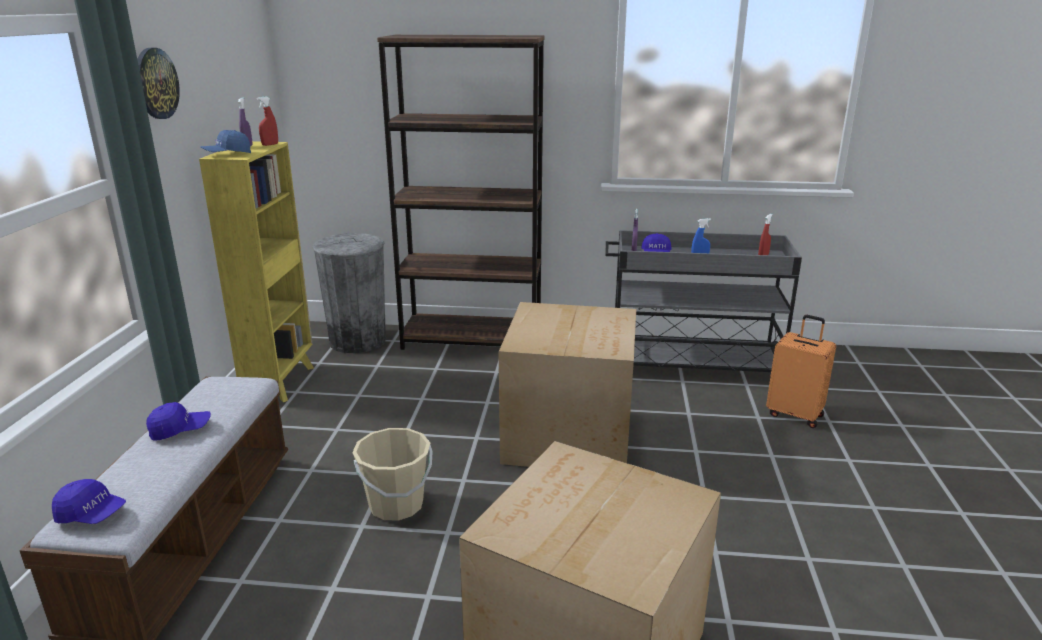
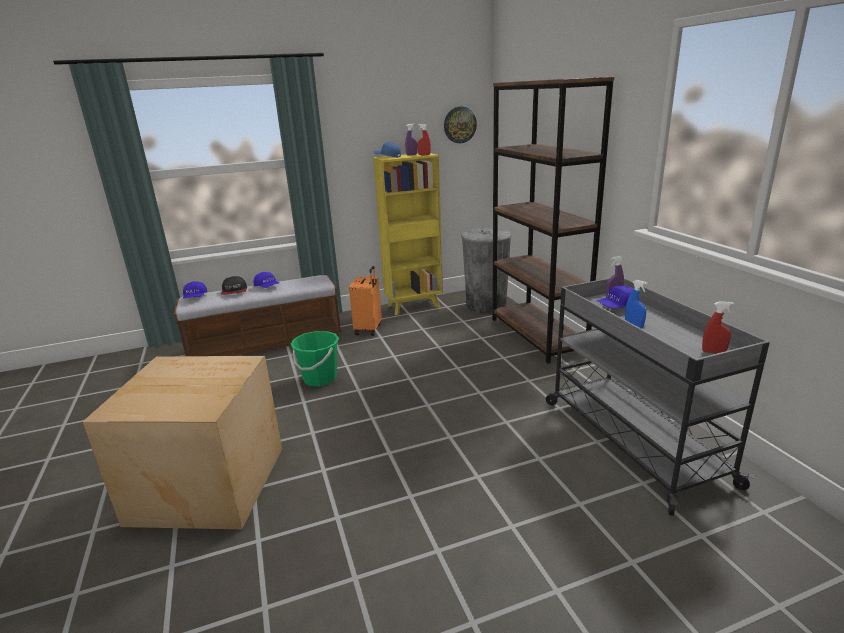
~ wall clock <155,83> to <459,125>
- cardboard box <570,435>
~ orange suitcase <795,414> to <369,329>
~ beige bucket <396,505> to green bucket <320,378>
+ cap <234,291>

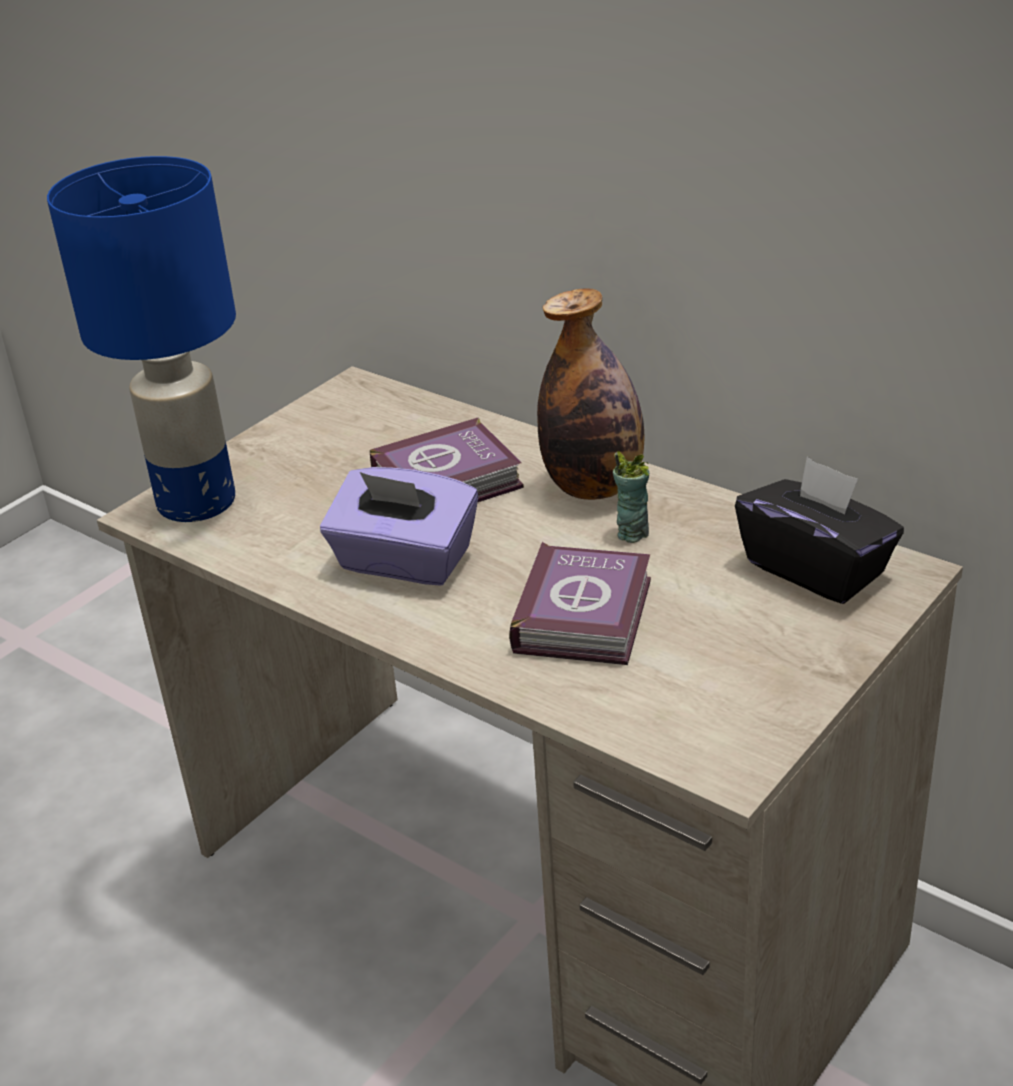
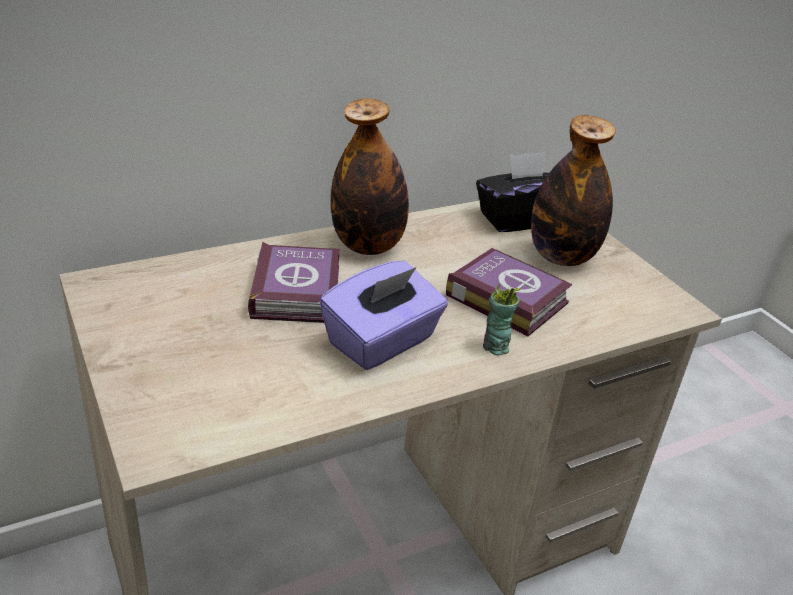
- blue table lamp <194,502>
~ cup <632,533> to <495,347>
+ bottle <561,257>

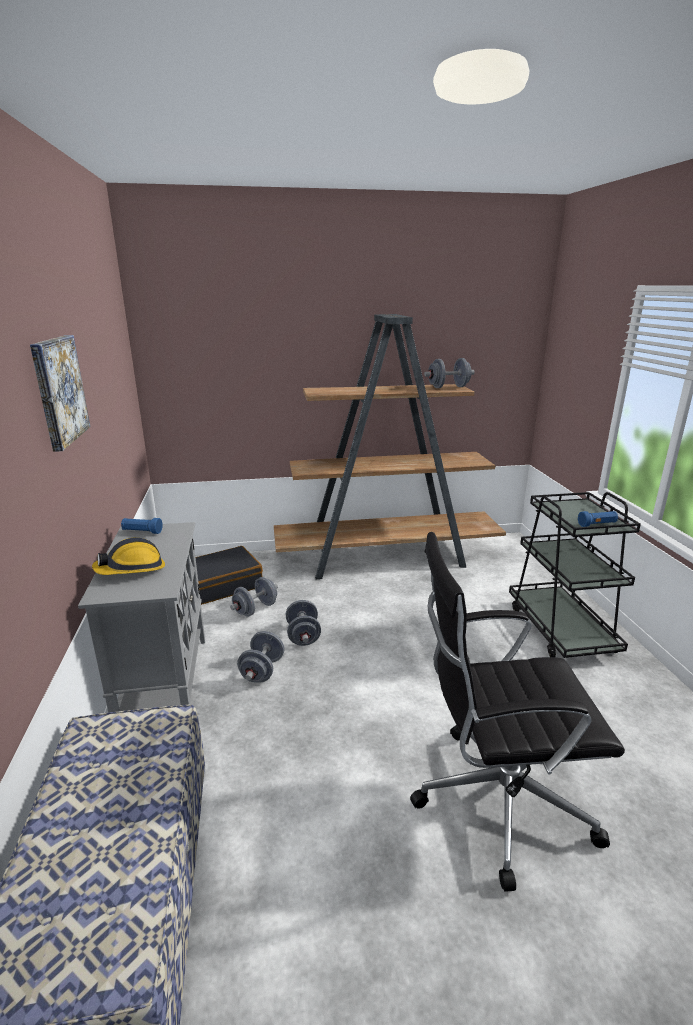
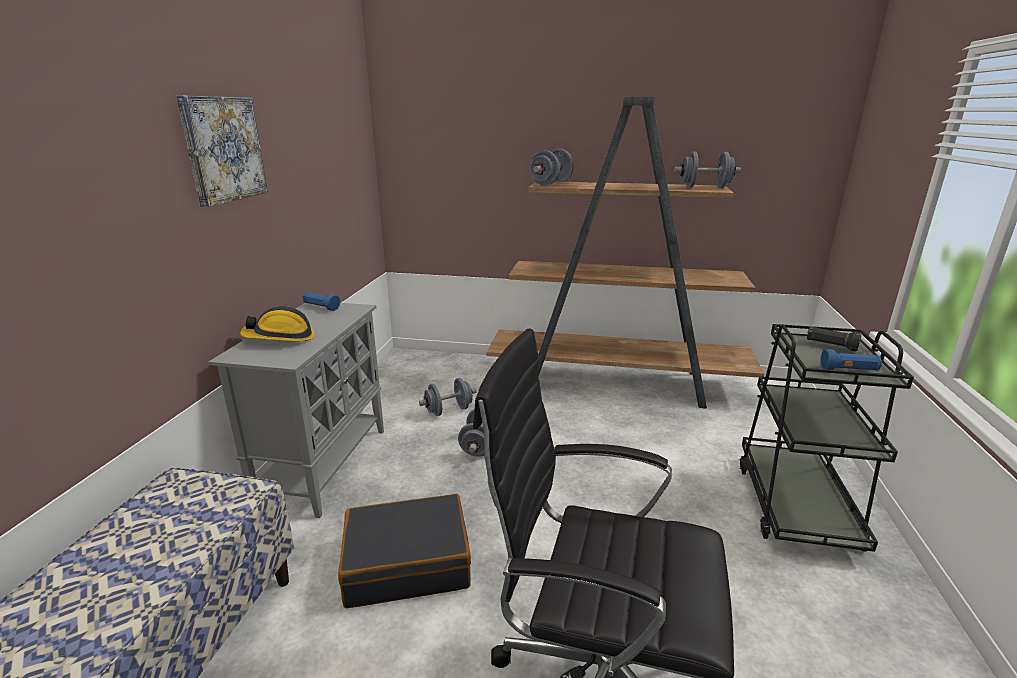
~ black suitcase <221,584> to <407,562>
~ grey dumbbell <262,670> to <551,183>
+ black flashlight <830,346>

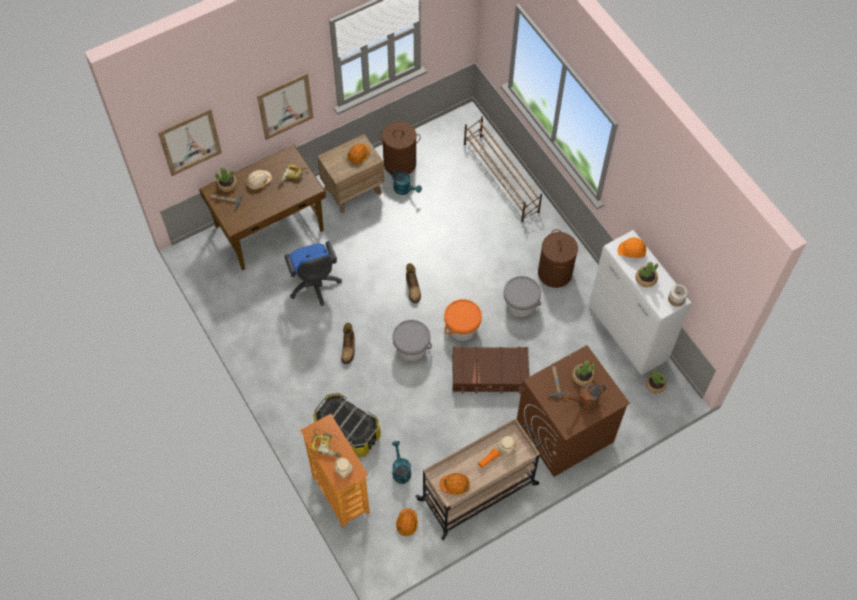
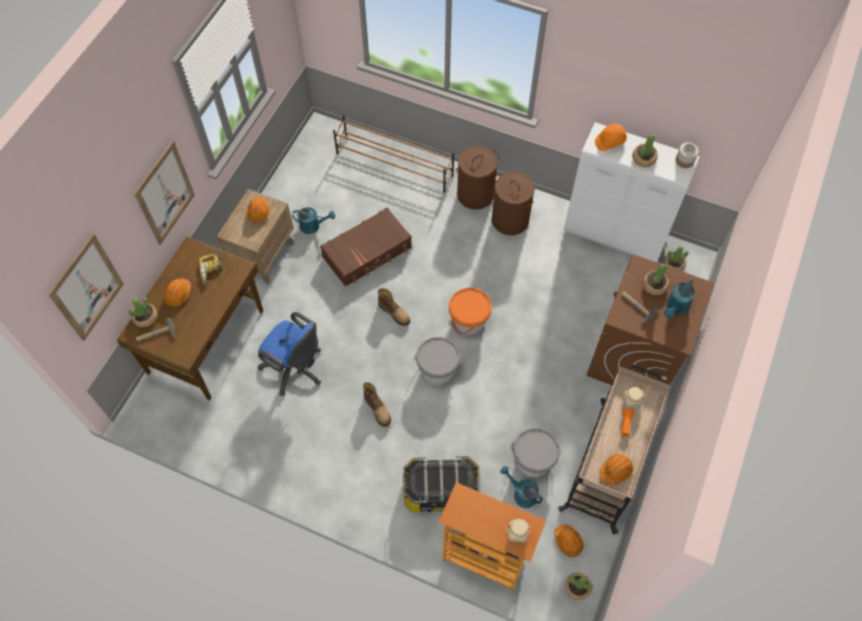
~ brown laundry basket <400,163> to <475,194>
~ beige hard hat <258,181> to orange hard hat <178,294>
~ grey bucket <520,305> to <533,460>
~ brown suitcase <490,374> to <367,252>
~ brown watering can <584,402> to turquoise watering can <675,308>
- power drill <327,445>
+ potted plant <577,587>

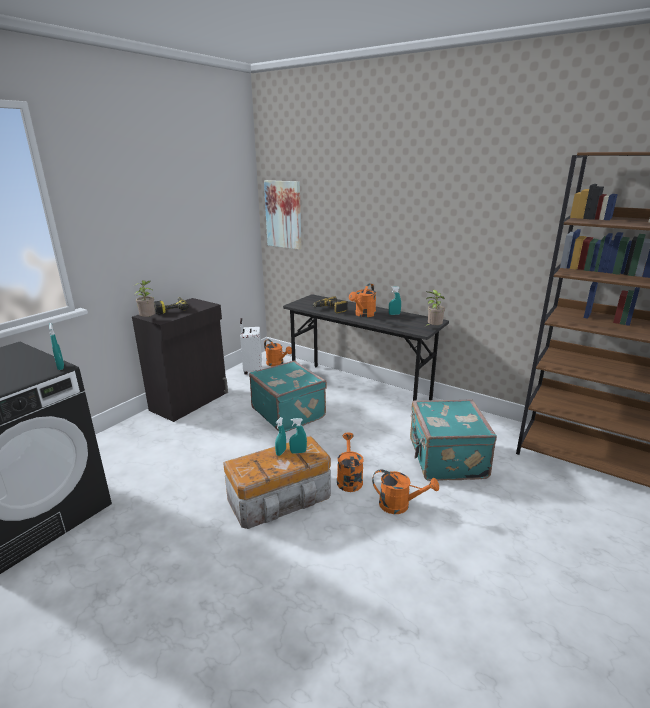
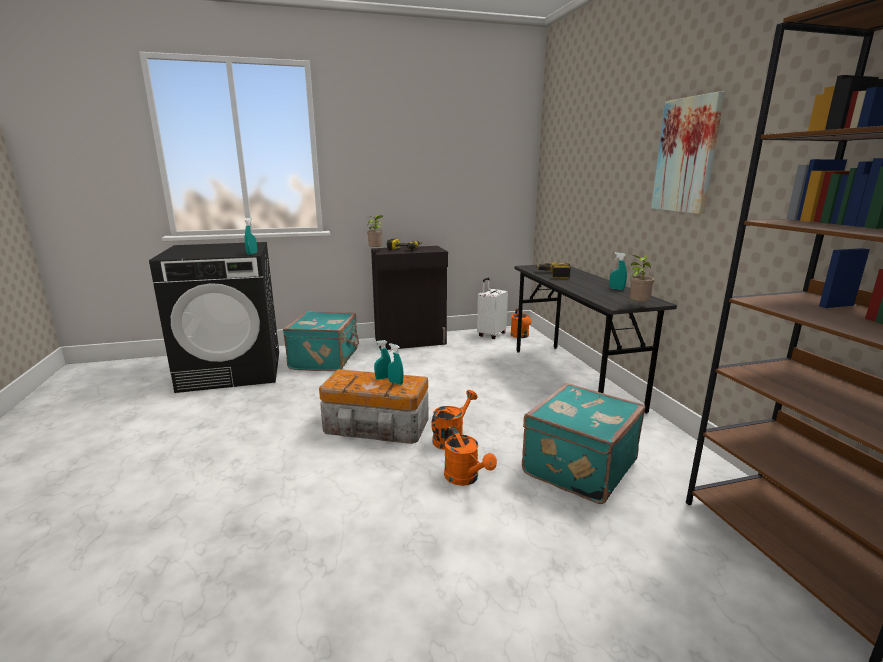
~ picture <284,214> to <687,155>
- orange watering can <363,315>
~ turquoise suitcase <289,412> to <326,359>

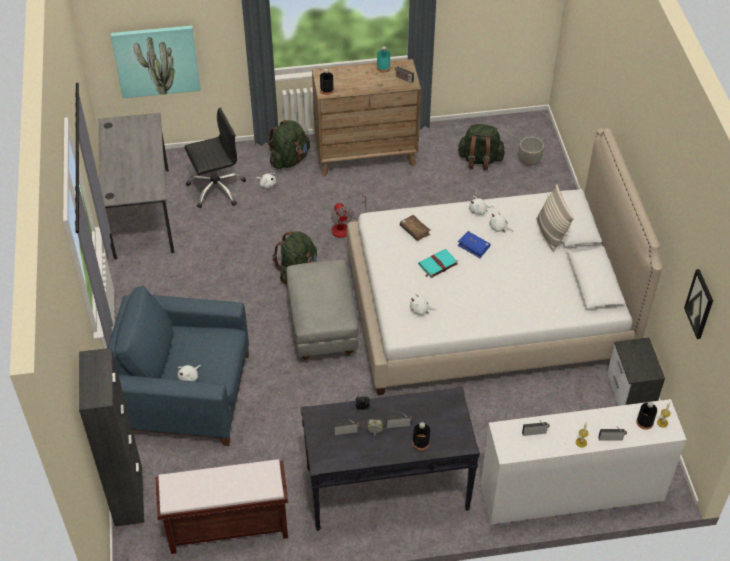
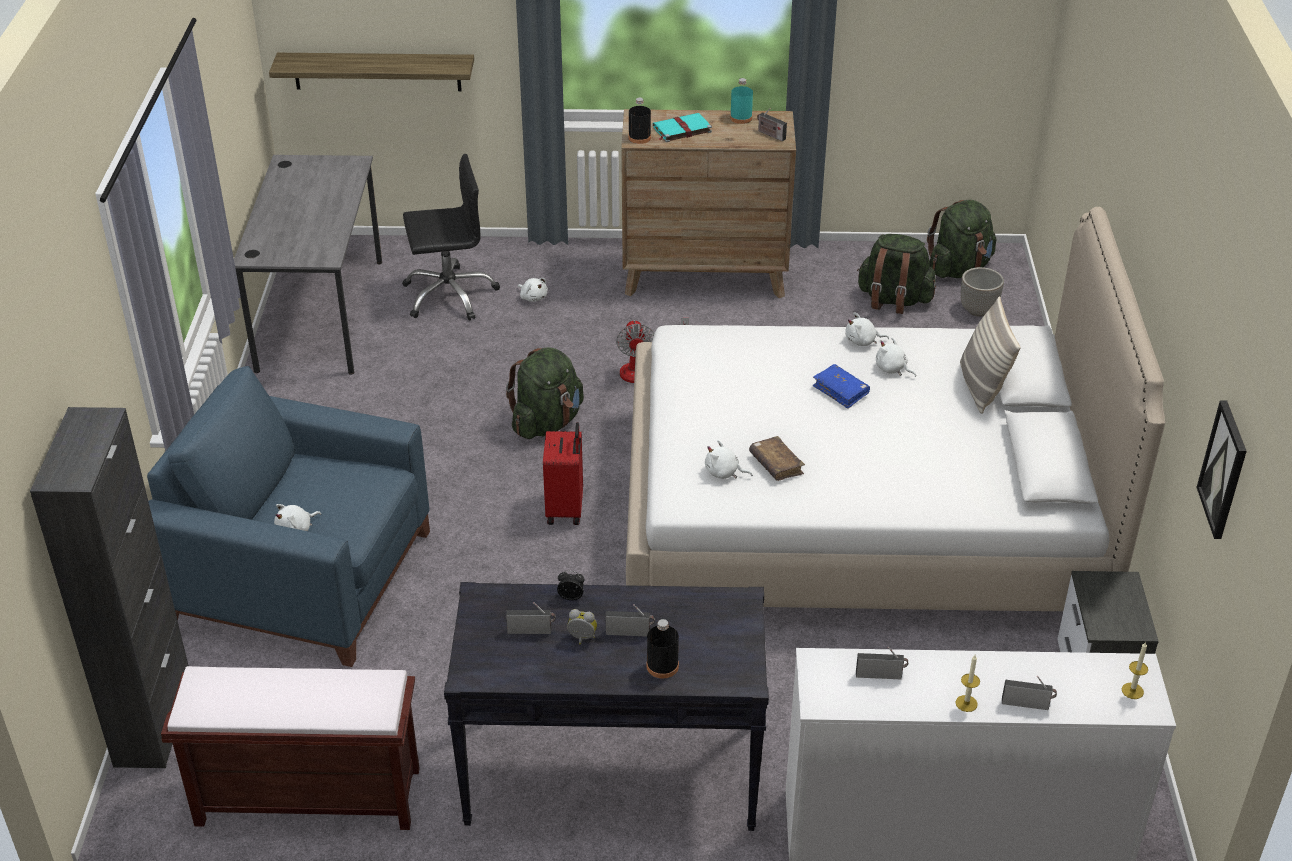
~ picture <156,60> to shelf <377,71>
~ green backpack <289,159> to <959,269>
~ brown book <414,231> to <776,464>
~ turquoise book <437,264> to <681,129>
~ grey ottoman <323,328> to red suitcase <566,509>
- black bottle <644,422>

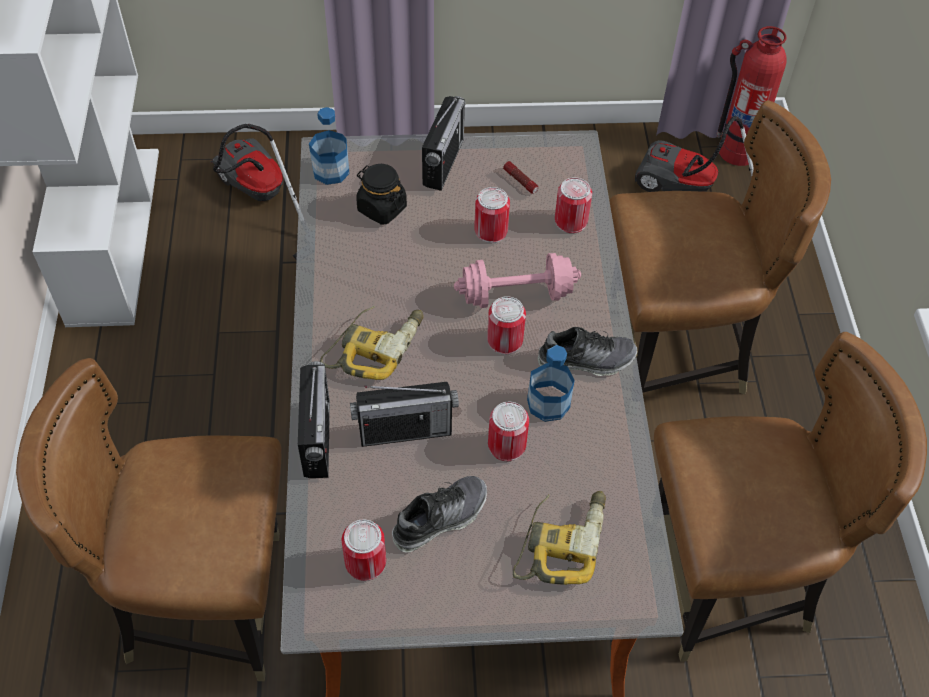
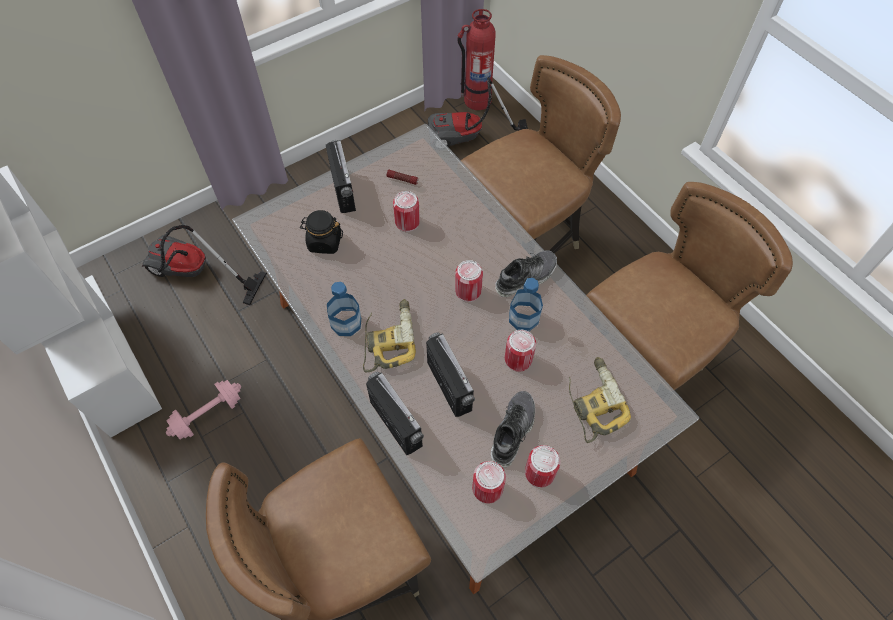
~ bottle <331,171> to <346,323>
~ can <571,221> to <539,473>
~ pink dumbbell <516,295> to <208,415>
~ radio <405,431> = <449,386> 75 degrees counterclockwise

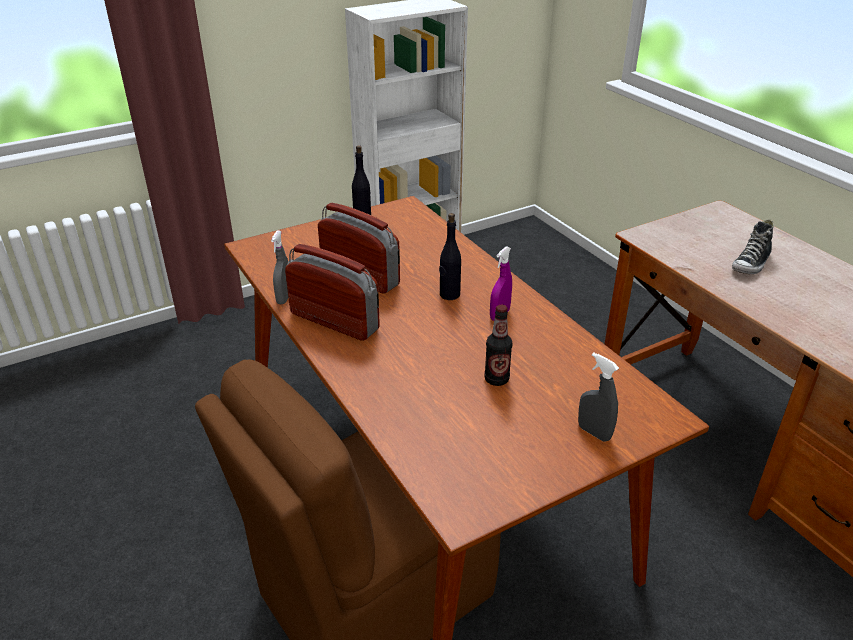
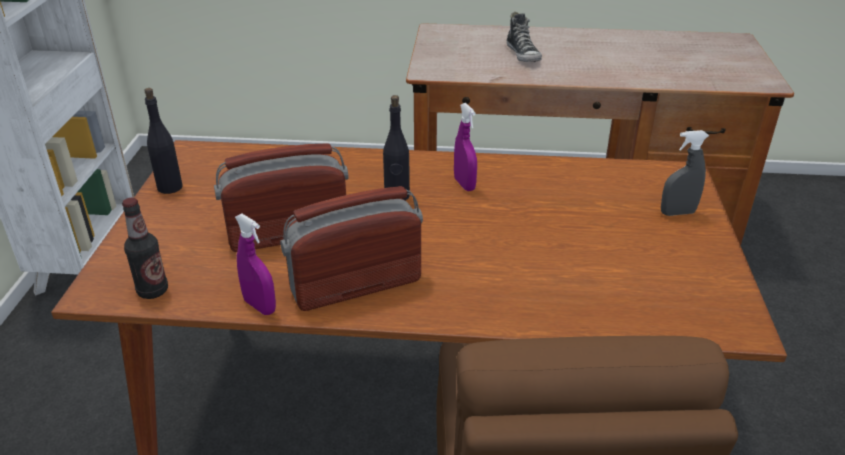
~ grey spray bottle <284,298> to purple spray bottle <260,306>
~ bottle <496,379> to <153,291>

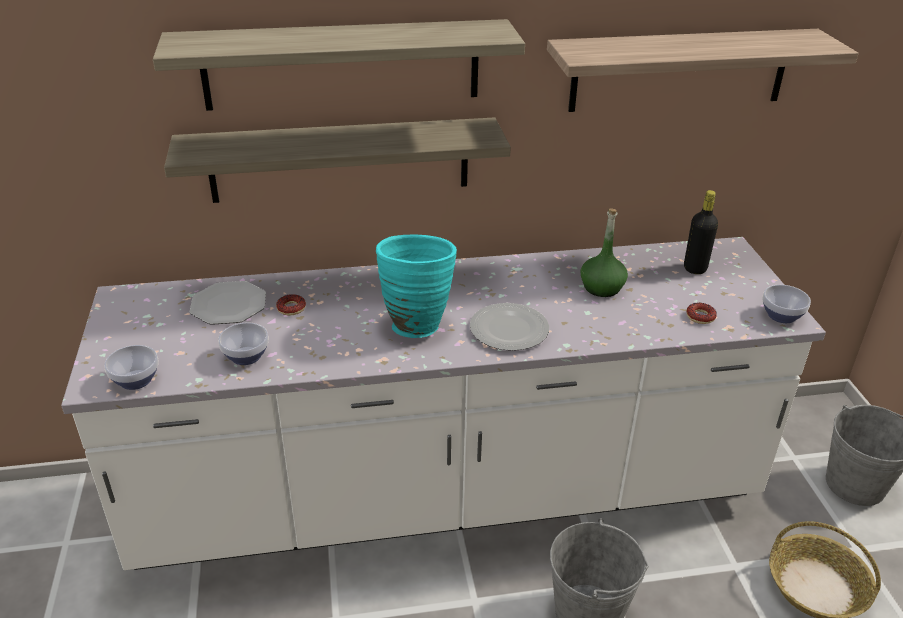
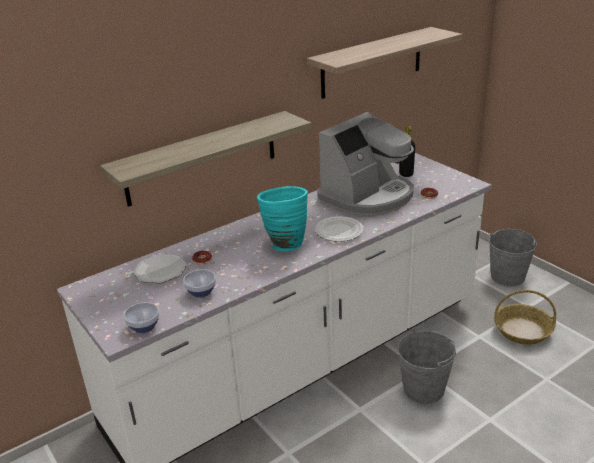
- shelf <342,65>
~ green bottle <602,287> to coffee machine <368,196>
- bowl <781,315>

